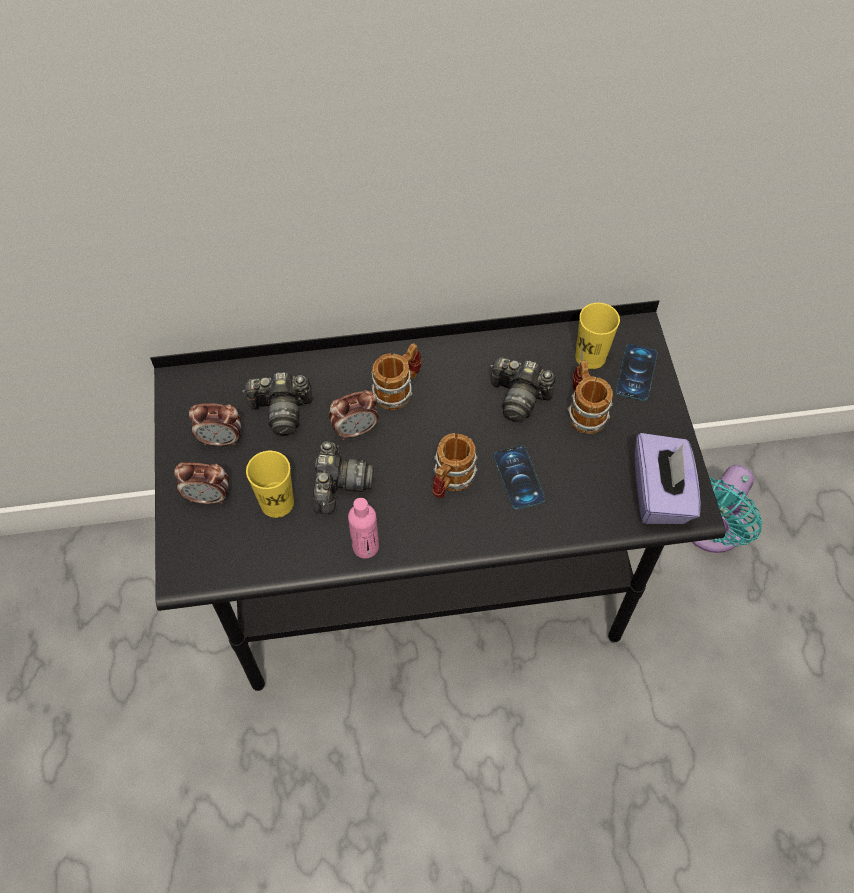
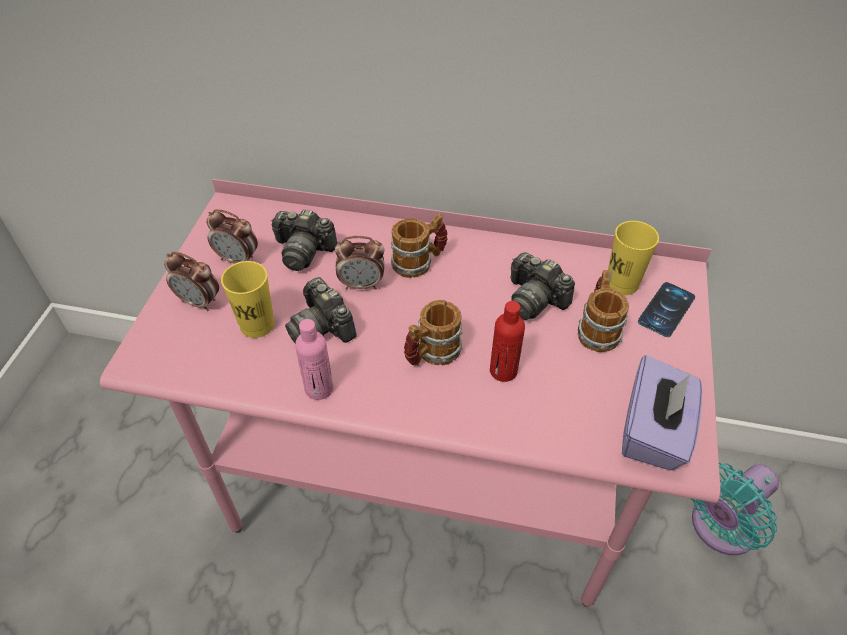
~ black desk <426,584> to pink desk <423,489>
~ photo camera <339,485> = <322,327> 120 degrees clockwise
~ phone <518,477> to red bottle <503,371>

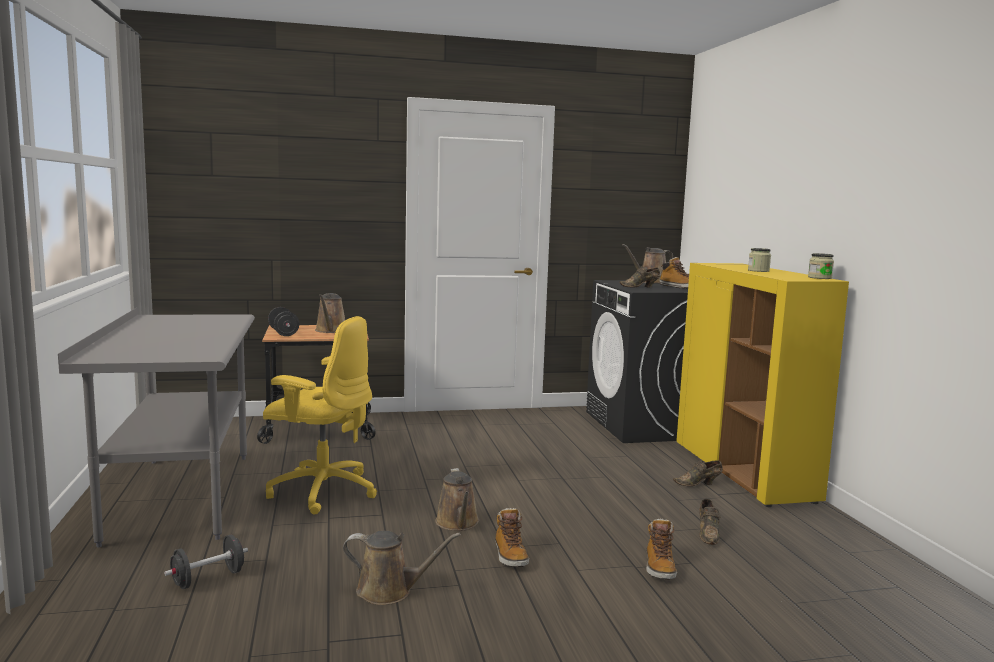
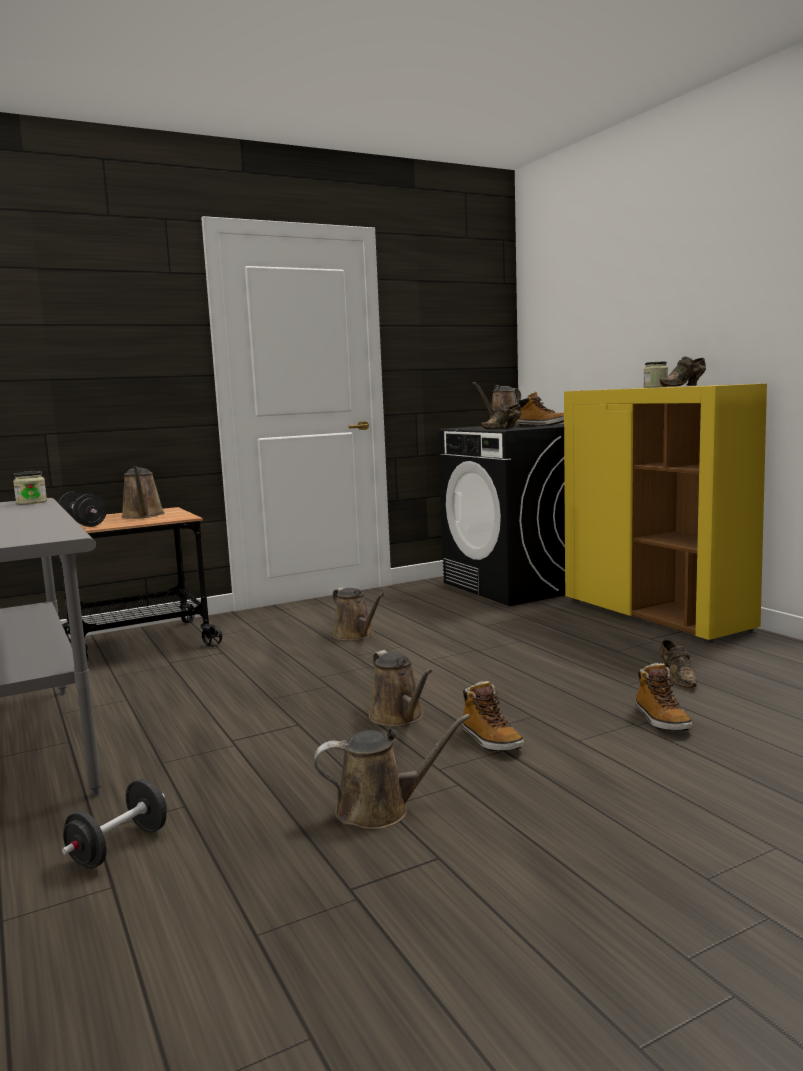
~ jar <819,278> to <31,502>
- yellow office chair <322,491>
~ brown shoe <699,484> to <684,386>
+ brown watering can <355,635>

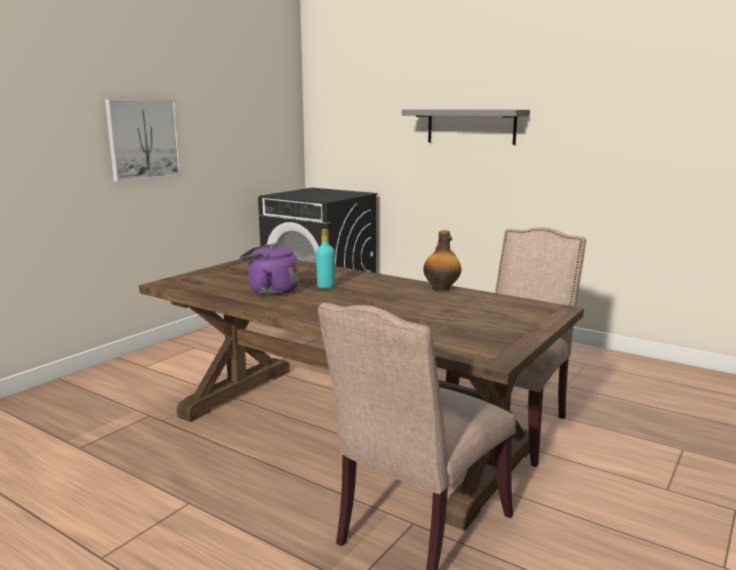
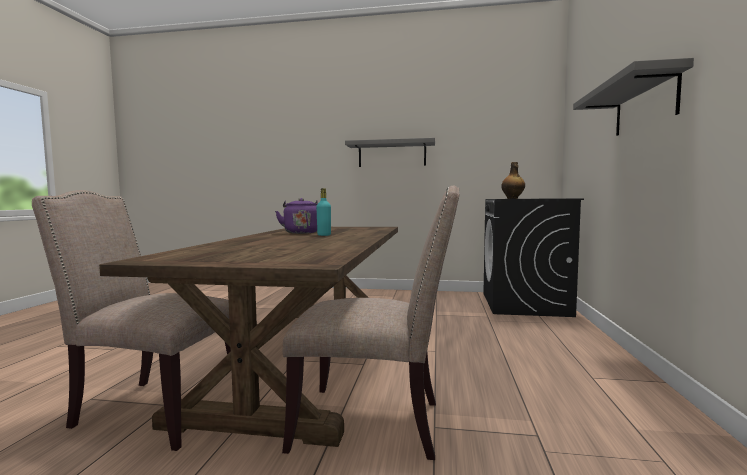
~ picture <143,139> to grey shelf <392,154>
~ bottle <441,289> to <512,198>

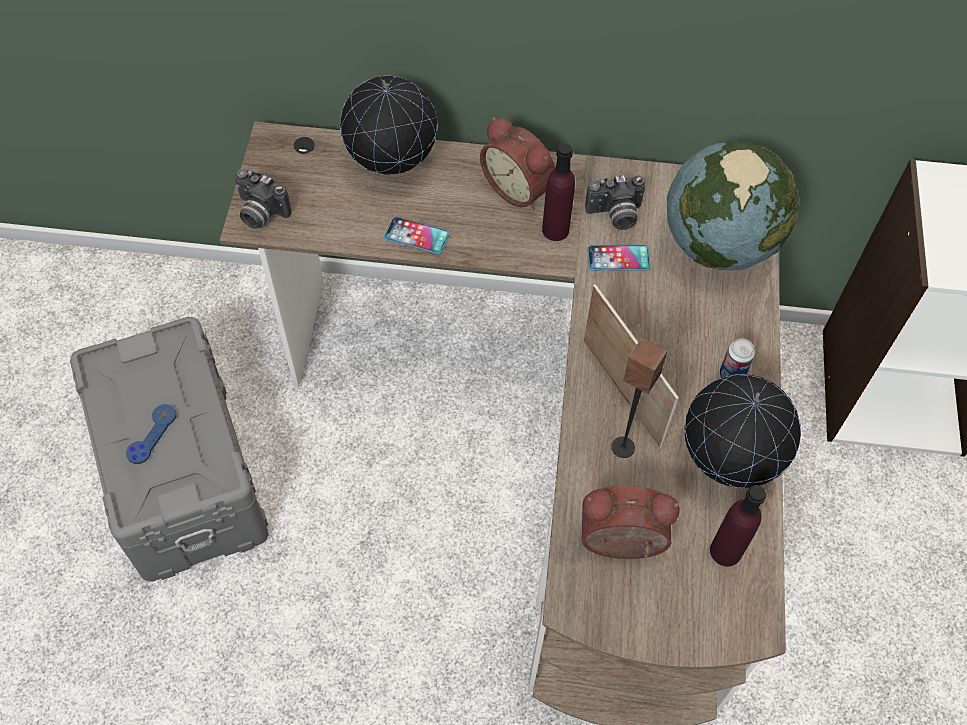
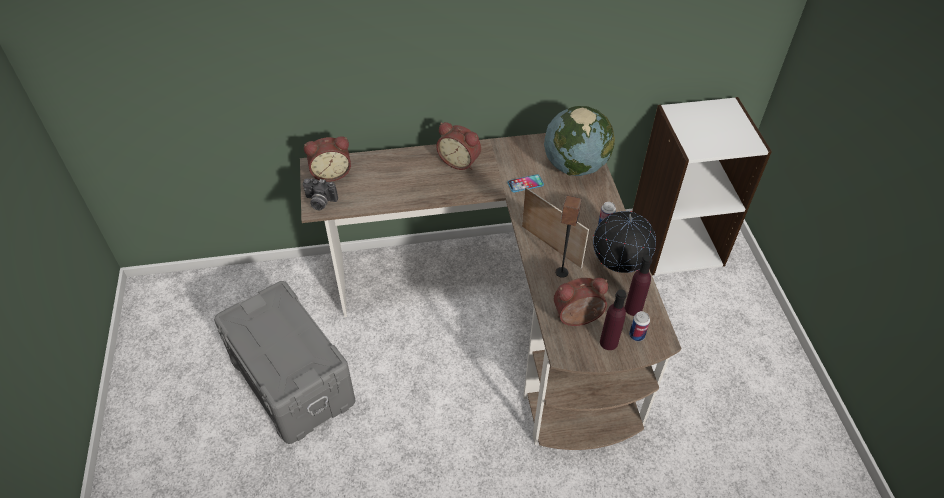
- globe <392,167>
~ purple bottle <555,230> to <608,342>
- photo camera <615,215>
- phone <417,236>
- blue game controller <152,434>
+ alarm clock <331,173>
+ can <636,335>

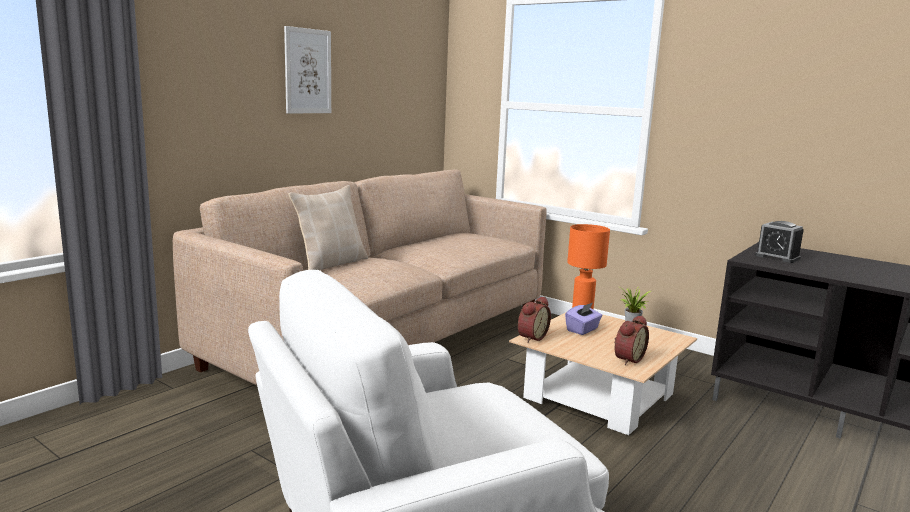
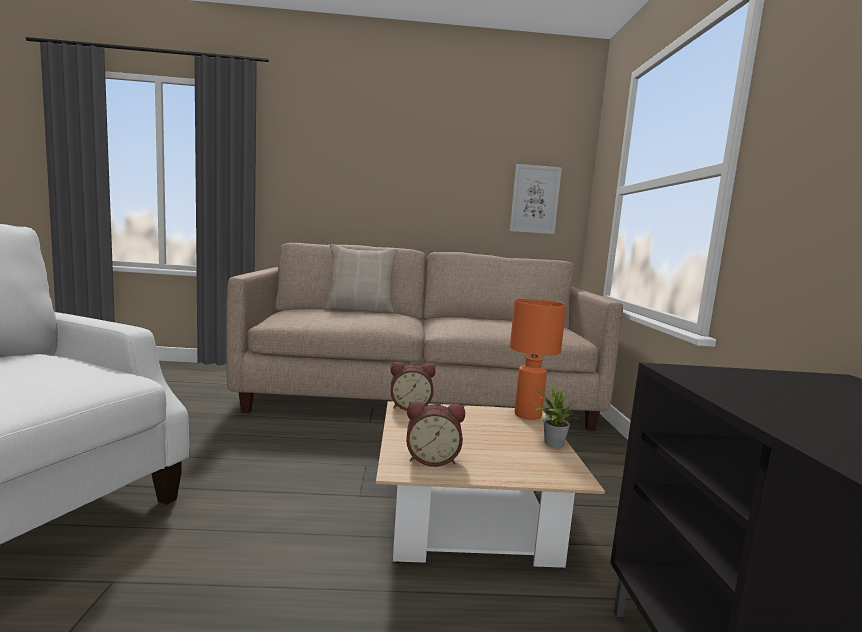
~ picture <308,71> to <535,199>
- alarm clock <777,257>
- purple tissue box <582,330>

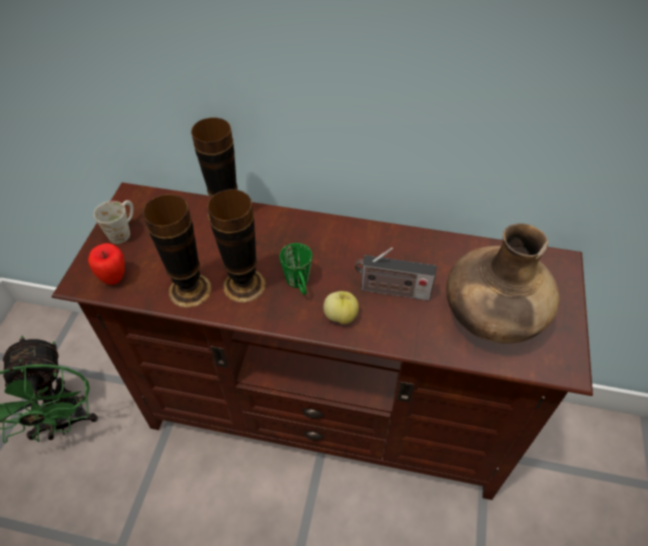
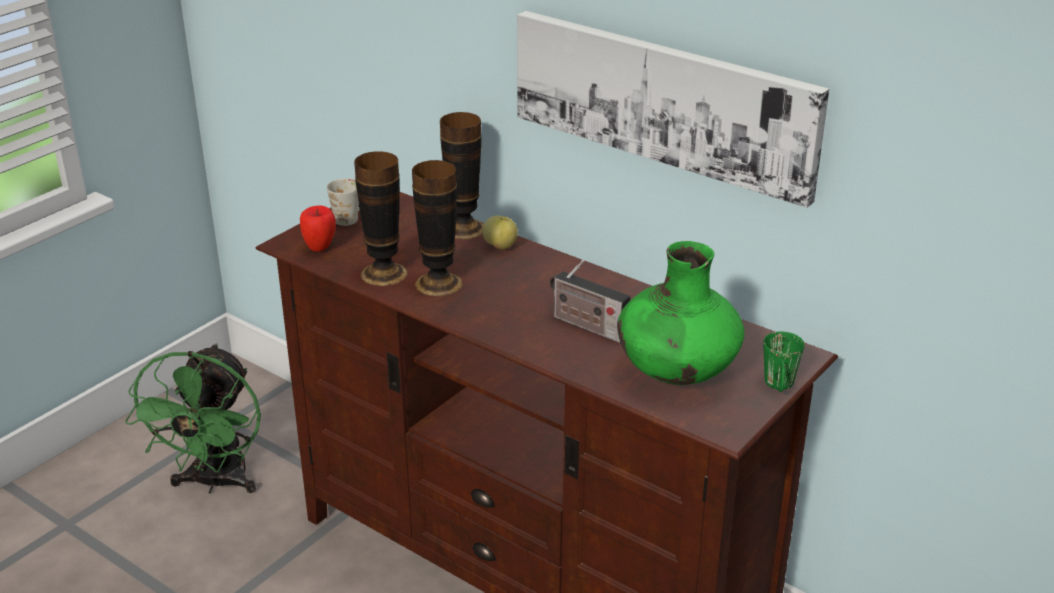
~ brown vase <490,318> to green vase <676,373>
~ green mug <299,285> to <779,387>
~ apple <341,316> to <500,246>
+ picture <663,101>

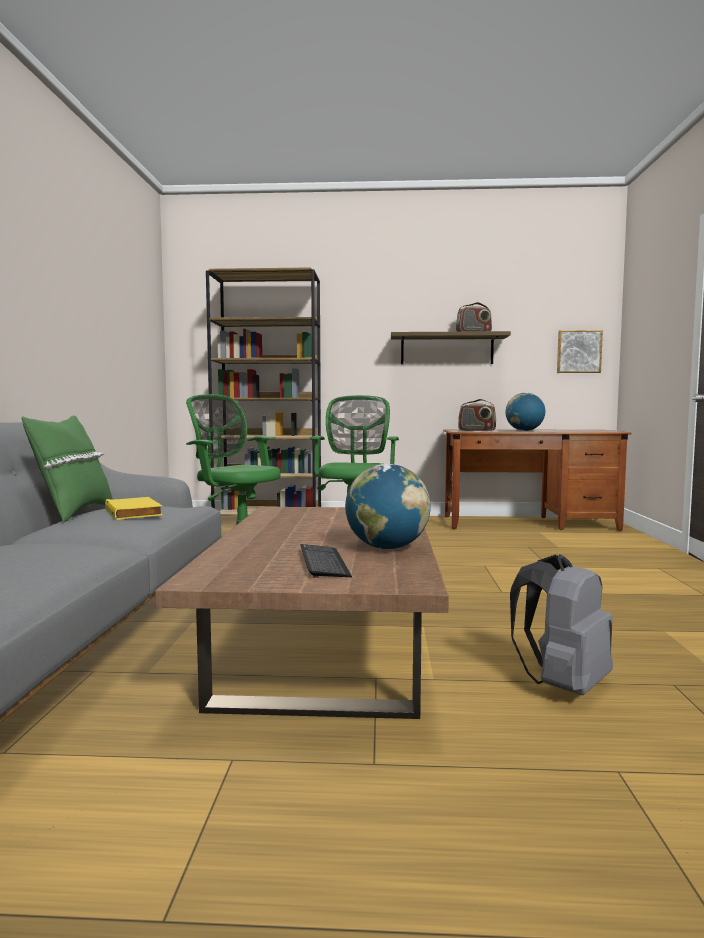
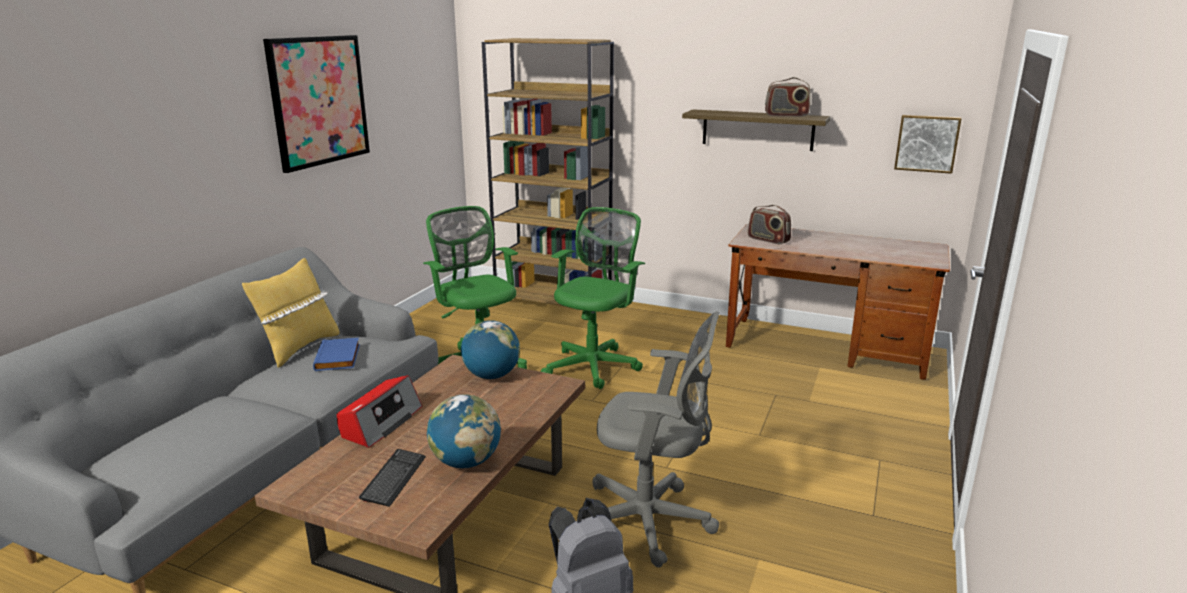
~ globe <524,431> to <491,376>
~ green pillow <73,513> to yellow pillow <299,348>
~ yellow book <135,512> to blue book <339,357>
+ picture <319,101>
+ grey office chair <651,521>
+ radio <380,422>

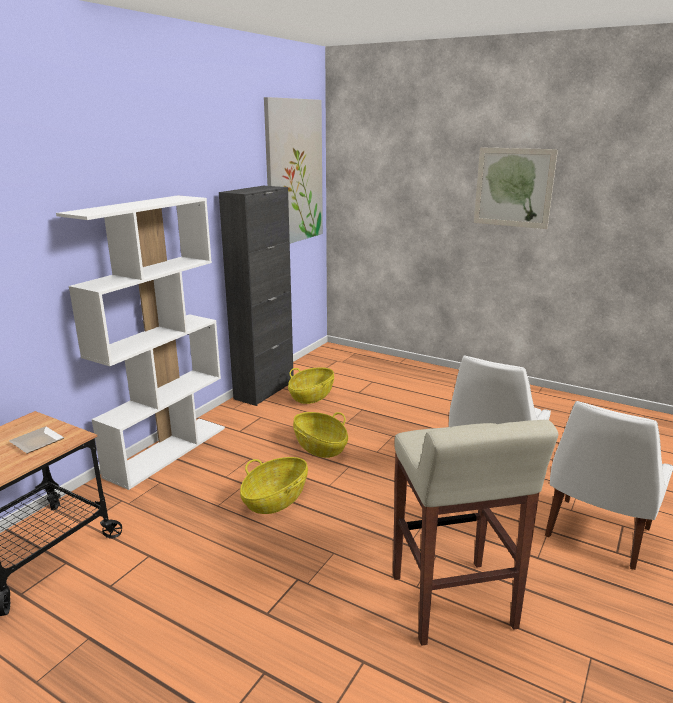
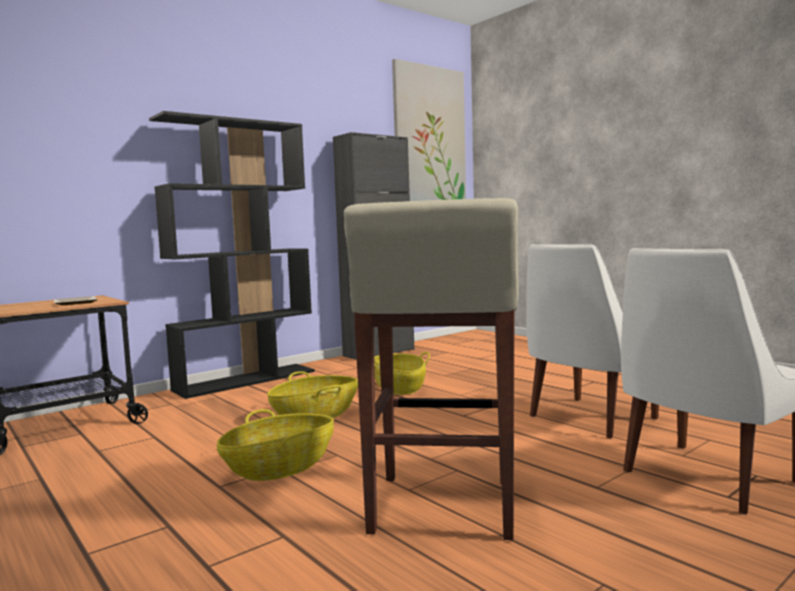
- picture <513,187>
~ white bookcase <167,451> to black bookcase <246,380>
~ basket <311,396> to <280,467>

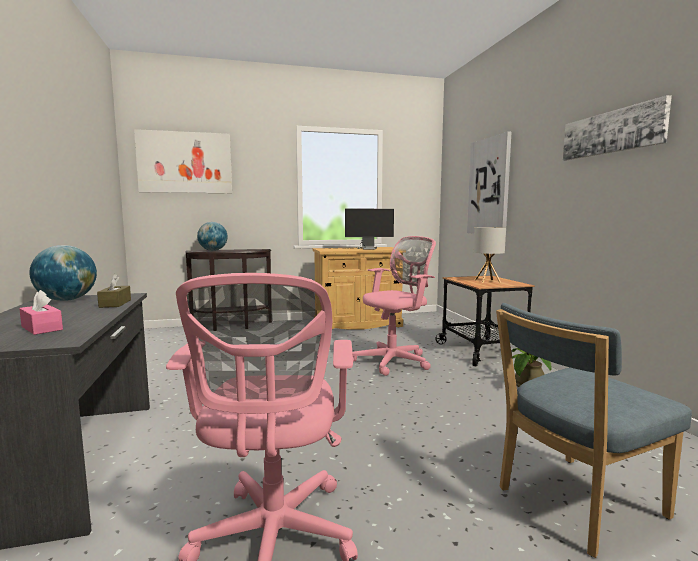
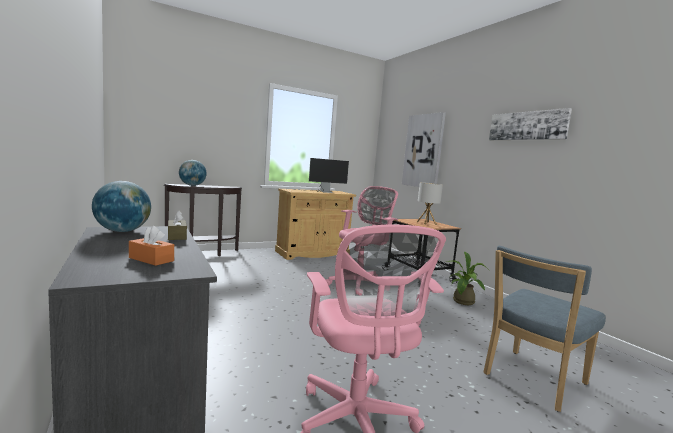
- picture <185,162>
~ pink tissue box <42,328> to orange tissue box <151,259>

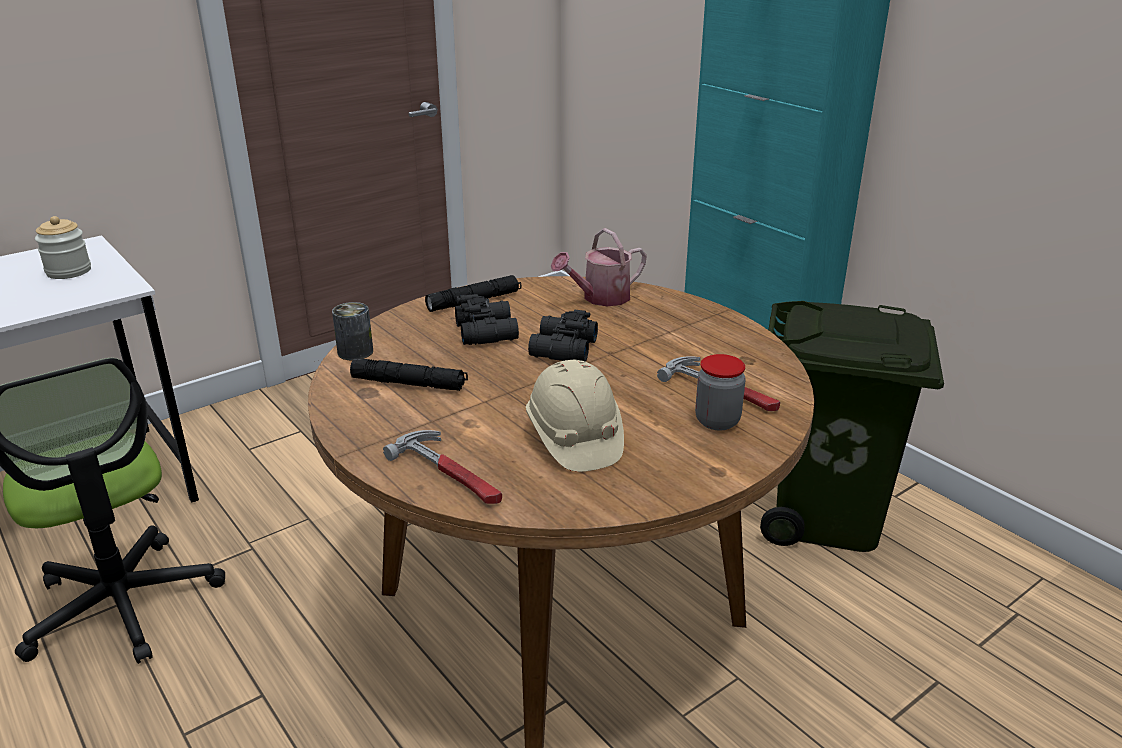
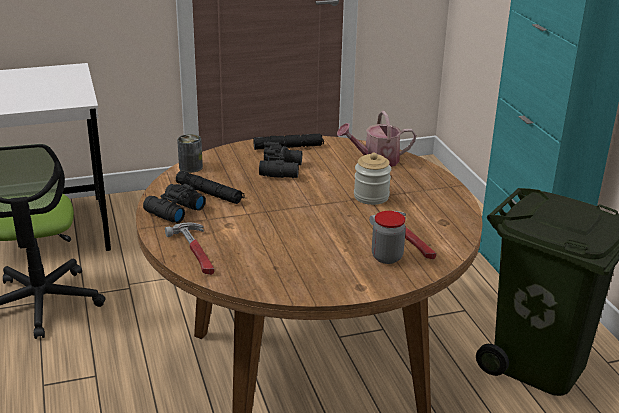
~ jar <69,271> to <371,196>
~ black binoculars <561,349> to <173,210>
- beige hard hat <574,439>

